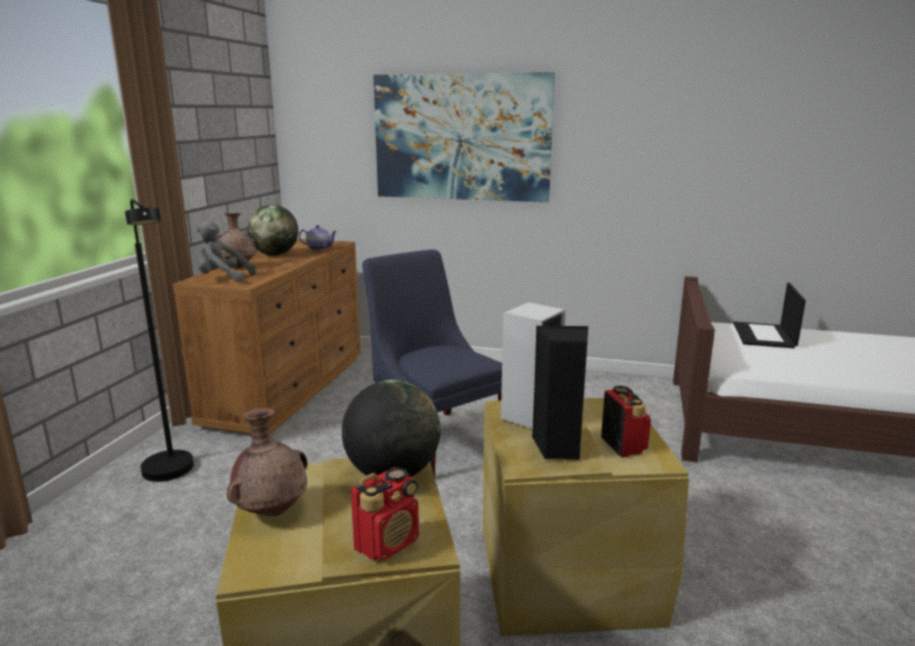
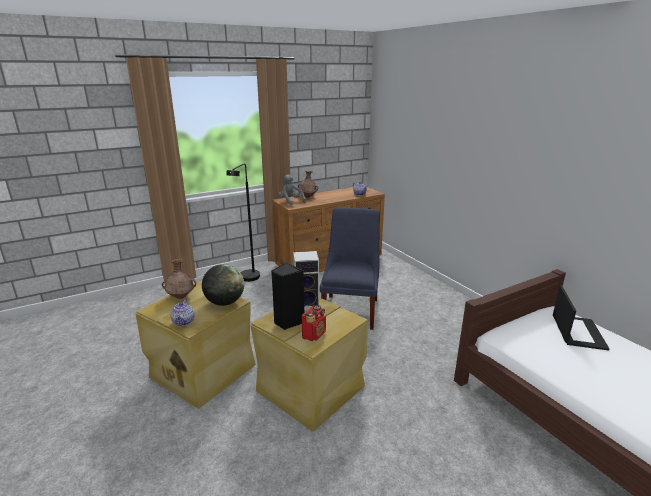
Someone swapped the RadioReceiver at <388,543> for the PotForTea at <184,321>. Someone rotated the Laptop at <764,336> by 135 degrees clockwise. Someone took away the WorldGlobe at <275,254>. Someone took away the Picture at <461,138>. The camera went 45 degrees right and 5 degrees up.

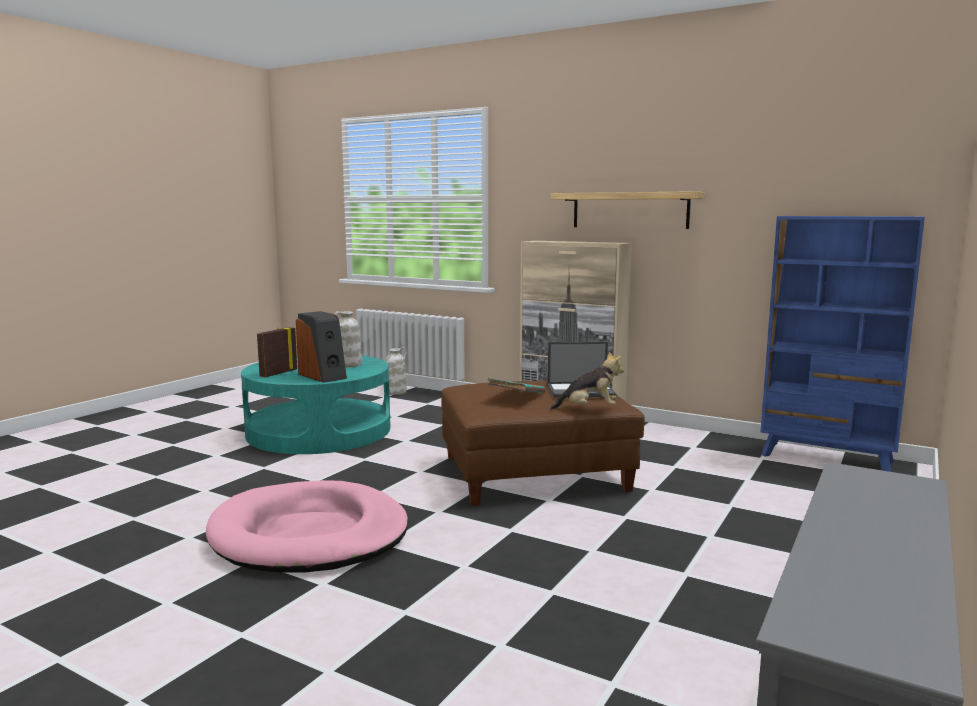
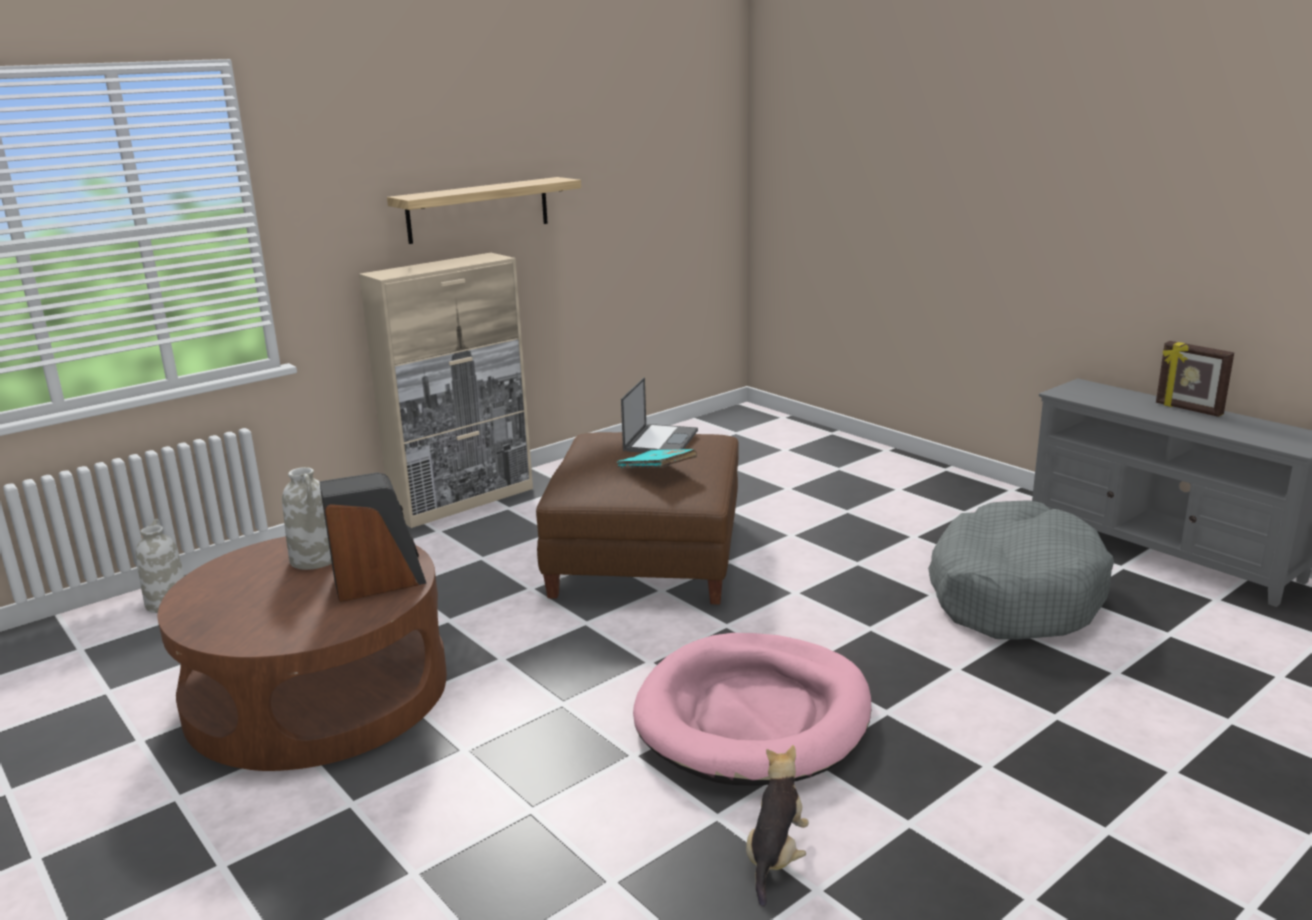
Someone repainted the TurquoiseLoungeTable at <319,431>, which became the BrownLoungeTable at <317,690>. Someone carried the SoftToy from <589,409> to <775,856>. Someone put down the GrayPetBed at <1013,594>. Someone carried the StandingFrame from <278,373> to <1188,409>. Someone took away the BlueColouredShelvingUnit at <827,459>. The camera went 70 degrees left and 10 degrees up.

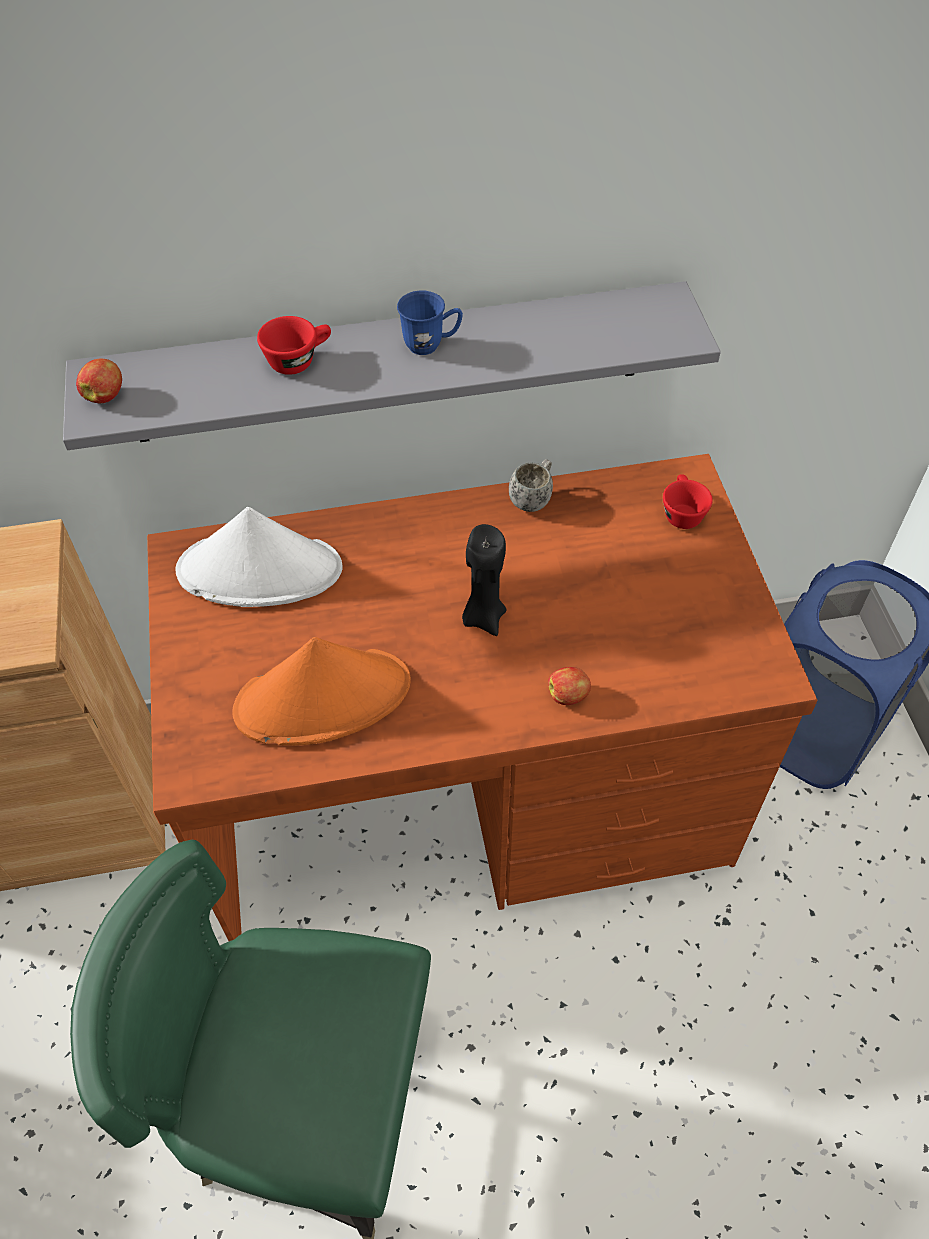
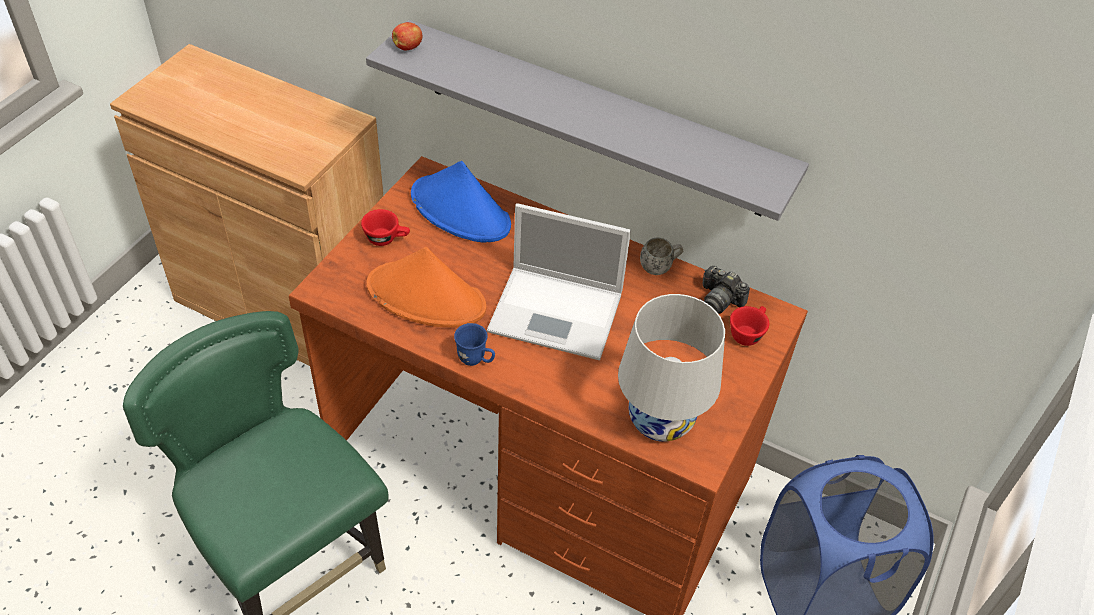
Someone carried the RedSmallCup from <299,360> to <387,238>. Someone repainted the WhiteHat at <261,570>, which became the BlueColouredHat at <461,210>. Someone carried the BlueColouredMug from <431,344> to <476,360>. Someone swapped the BlackColouredWaxCandle at <483,617> for the Laptop at <558,313>. Someone put down the WhiteTabletopLamp at <660,421>. Someone put down the StillCamera at <719,300>. Someone took away the AppleFruit at <568,695>. The camera went 35 degrees right and 5 degrees down.

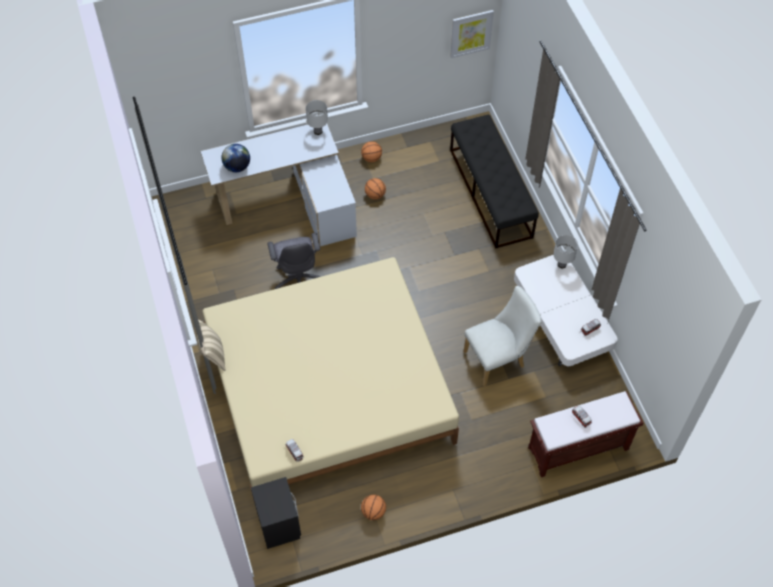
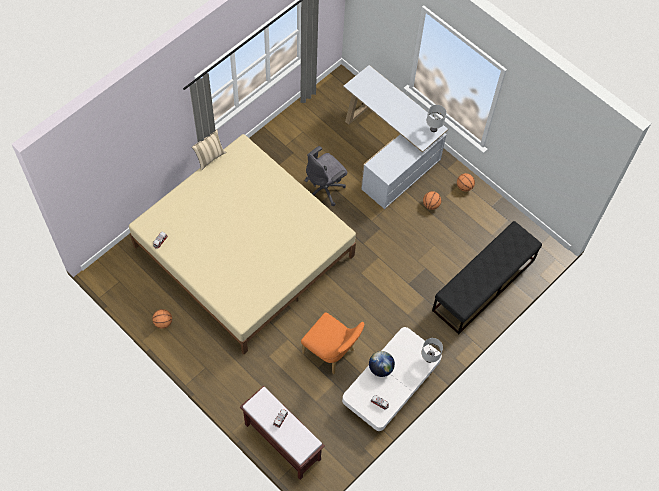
Someone repainted the WhitePlainChair at <498,358>, which became the OrangeyPlainChair at <331,353>. Someone carried the WorldGlobe from <237,167> to <380,368>. Someone took away the BlackColouredNightstand at <278,524>. Someone took away the Picture at <471,33>. The camera went 60 degrees right and 5 degrees up.

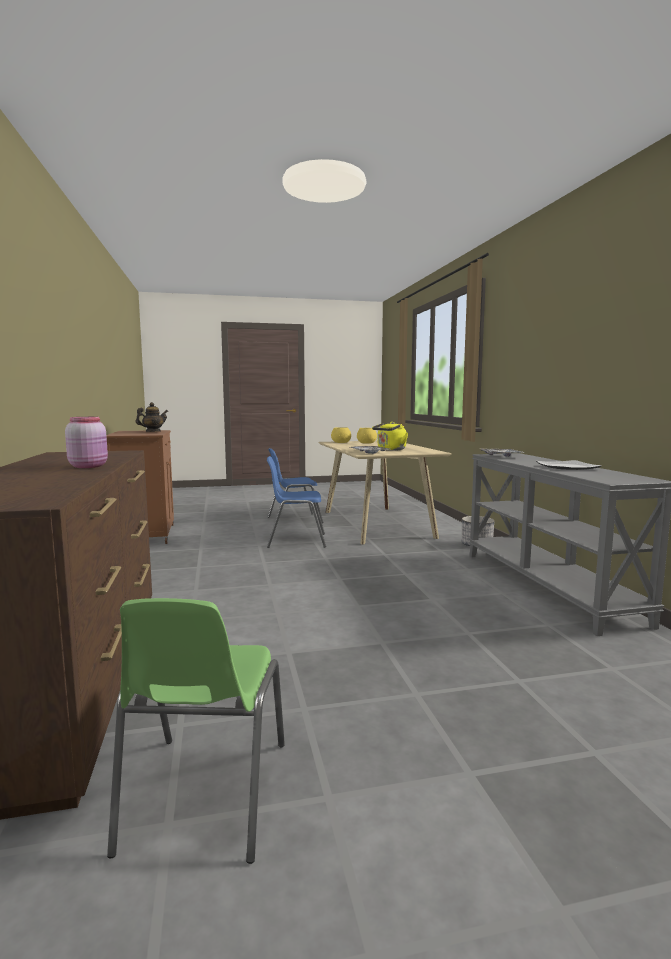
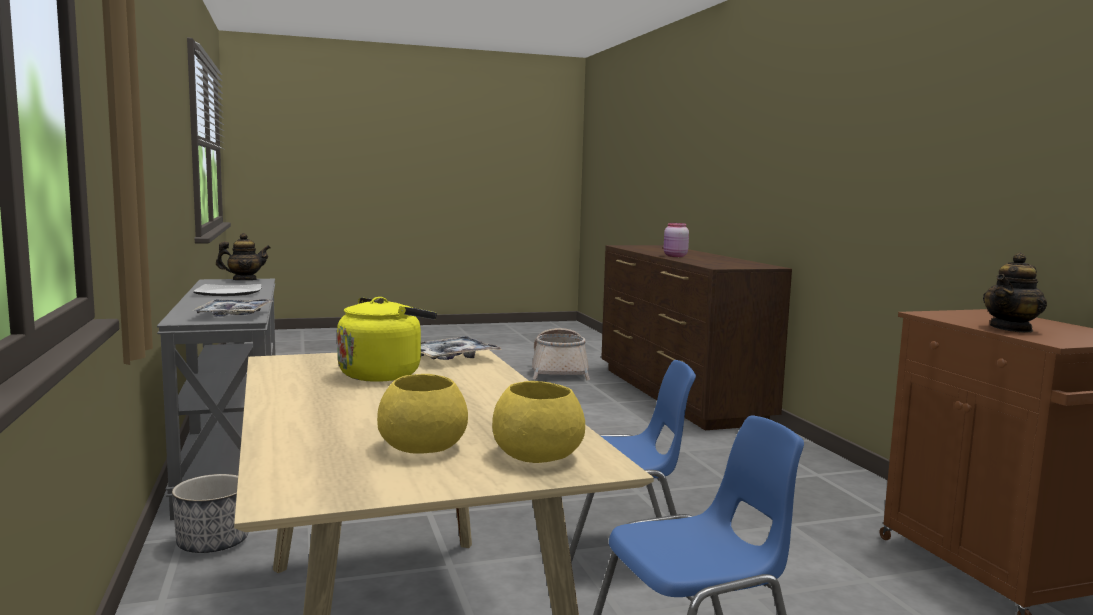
Someone put down the PotForTea at <244,280>. Someone swapped the GreenColouredPlainChair at <203,796> for the Basket at <559,371>. The camera went 175 degrees right and 0 degrees up.

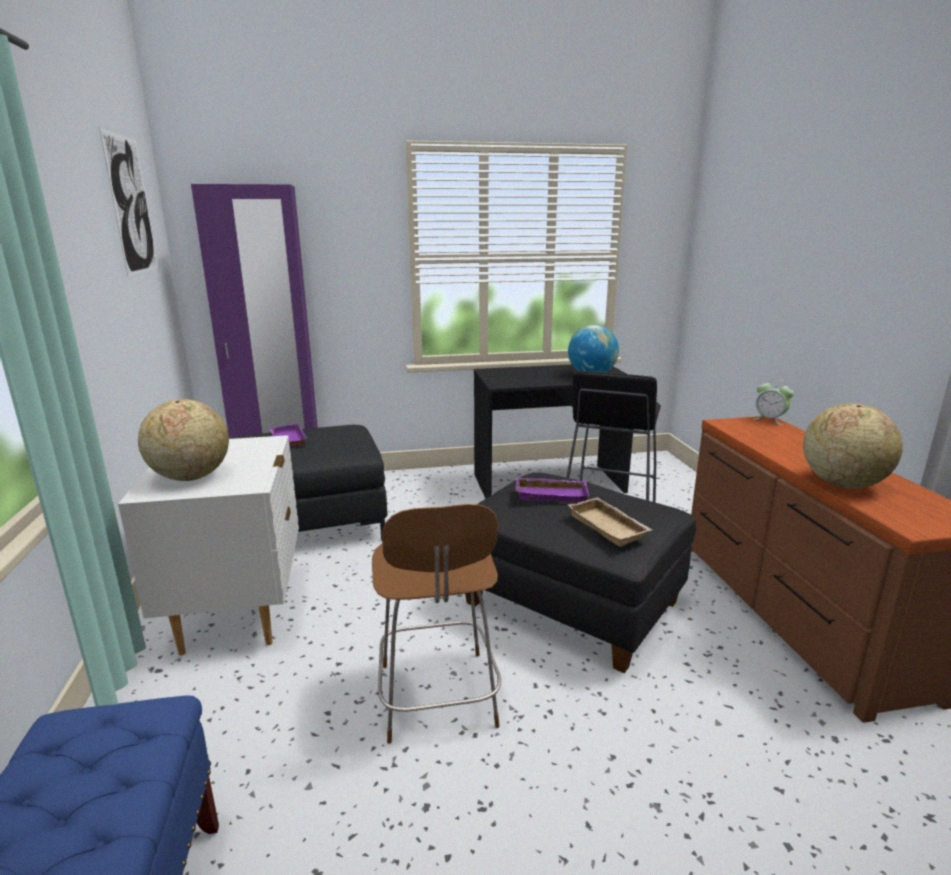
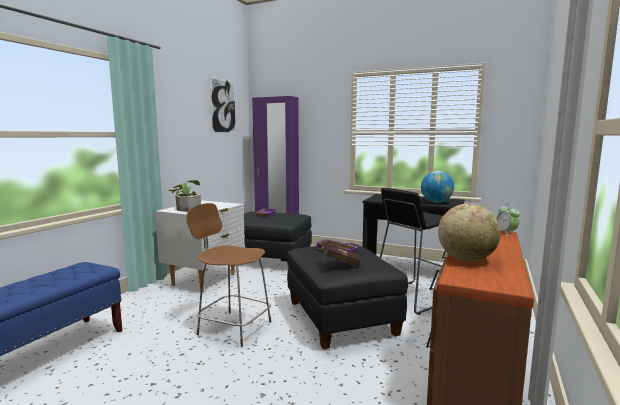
Someone swapped the WorldGlobe at <190,477> for the PottedPlant at <187,208>. Someone rotated the BrownPlainChair at <437,699> by 90 degrees clockwise. Someone swapped the BeigeTray at <610,526> for the RedBoundBook at <338,264>. The camera went 35 degrees right and 10 degrees down.

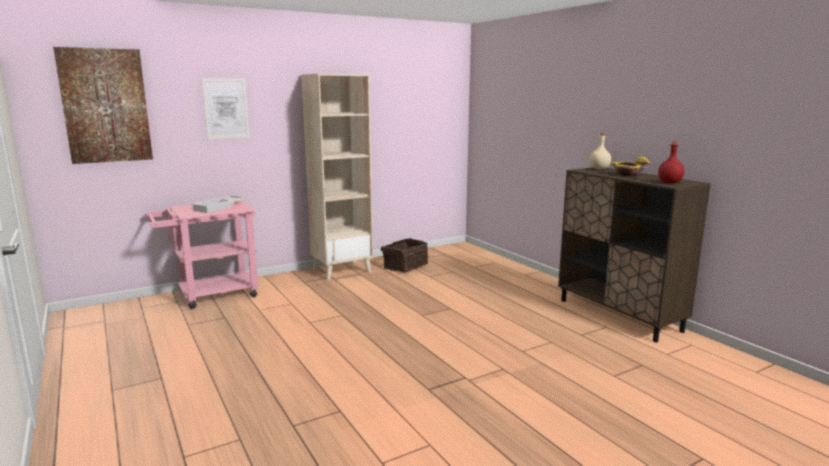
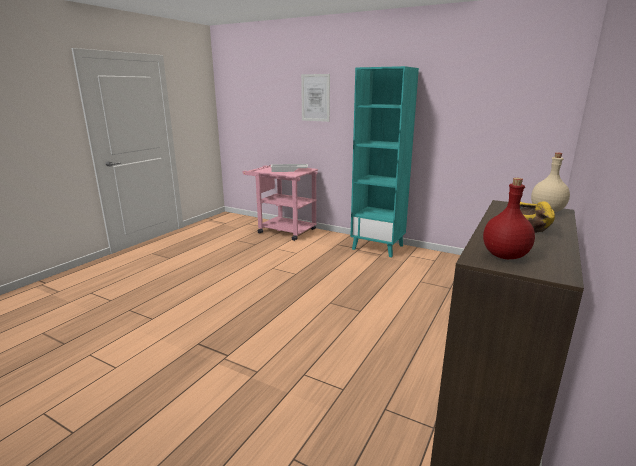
Someone repainted the BeigeShelvingUnit at <342,270>, which became the TurquoiseShelvingUnit at <378,247>. Someone took away the Picture at <105,106>. Someone took away the Basket at <404,266>. The camera went 60 degrees right and 5 degrees up.

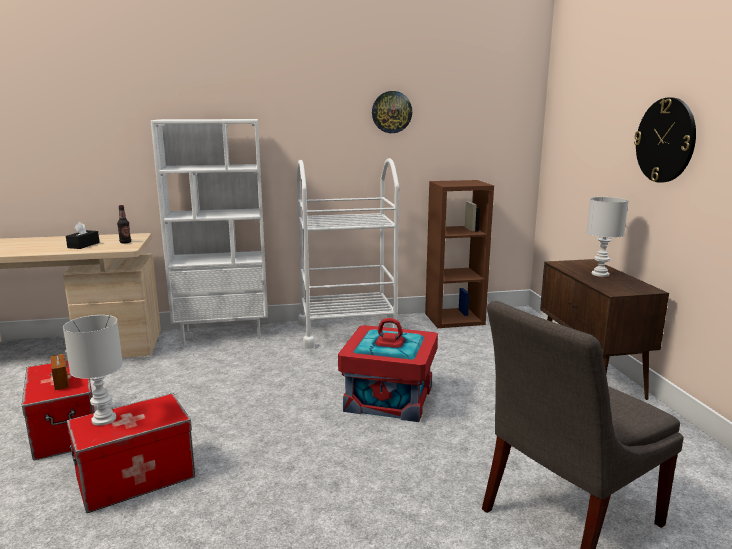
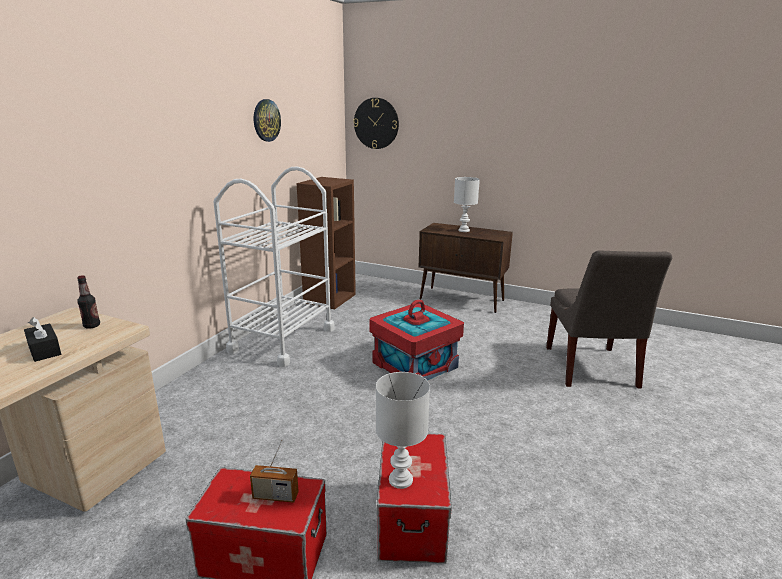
Someone carried the WallClock from <665,140> to <376,123>. Someone took away the WhiteShelvingUnit at <223,334>. The camera went 55 degrees left and 5 degrees up.

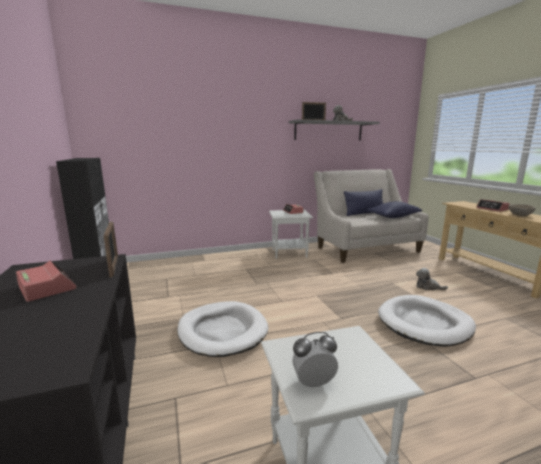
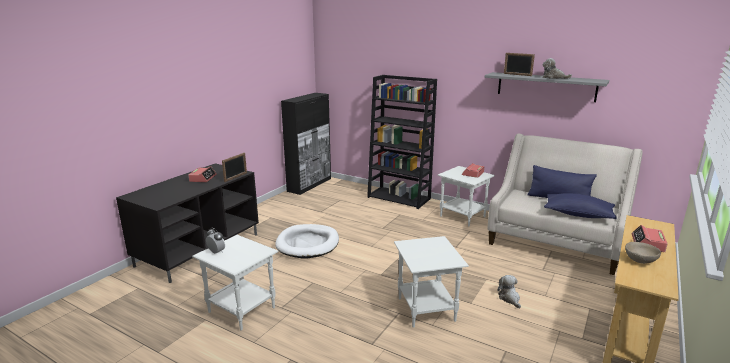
Someone put down the BlackColouredShelvingUnit at <399,198>. Someone swapped the WhitePetBed at <424,323> for the WhiteSideTable at <426,310>. The camera went 50 degrees right and 5 degrees up.

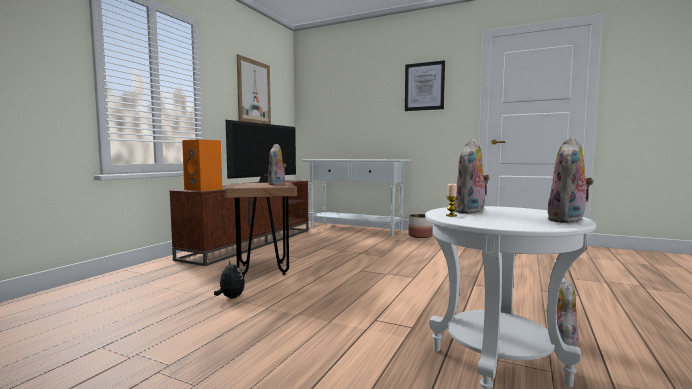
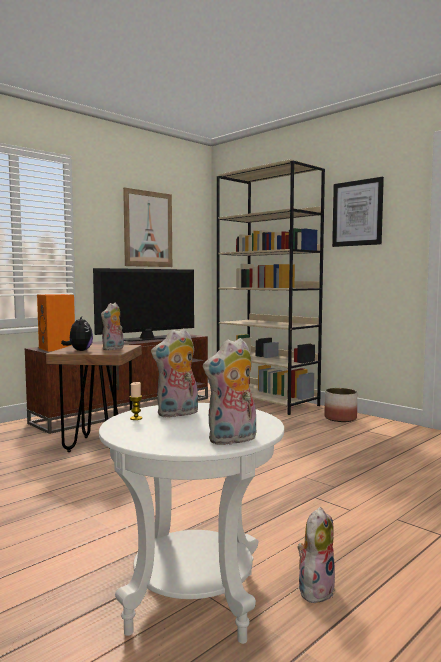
Someone carried the SoftToy from <230,297> to <79,351>. Someone swapped the WhiteConsoleTable at <356,229> for the BeigeShelvingUnit at <267,401>. The camera went 20 degrees right and 0 degrees up.

